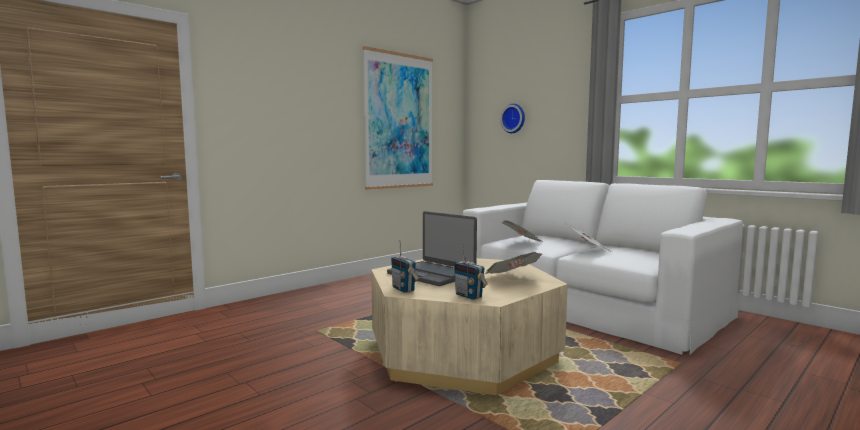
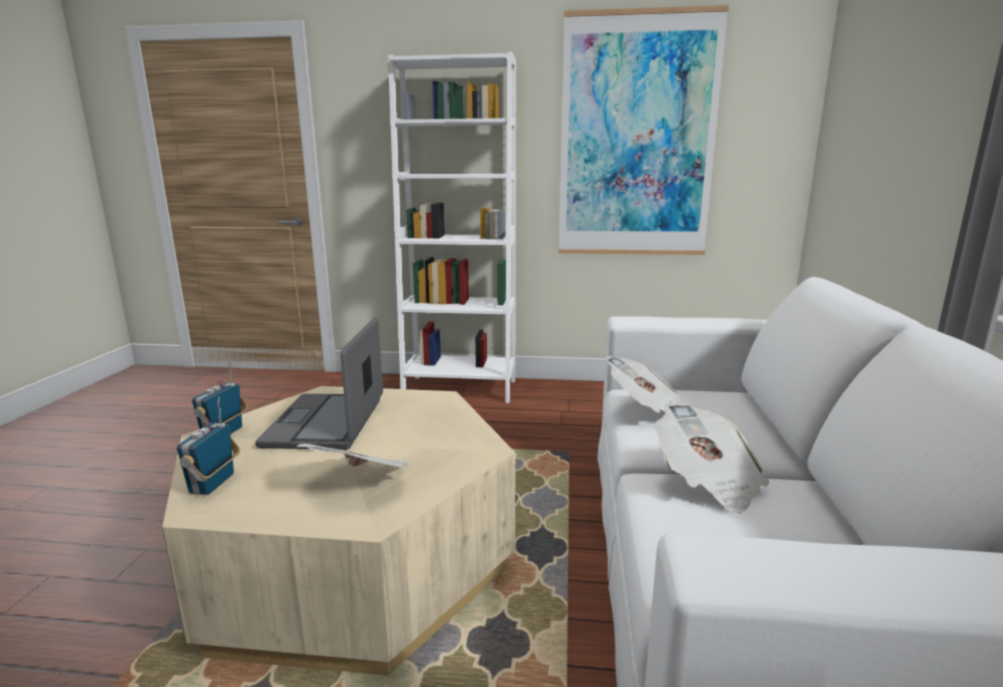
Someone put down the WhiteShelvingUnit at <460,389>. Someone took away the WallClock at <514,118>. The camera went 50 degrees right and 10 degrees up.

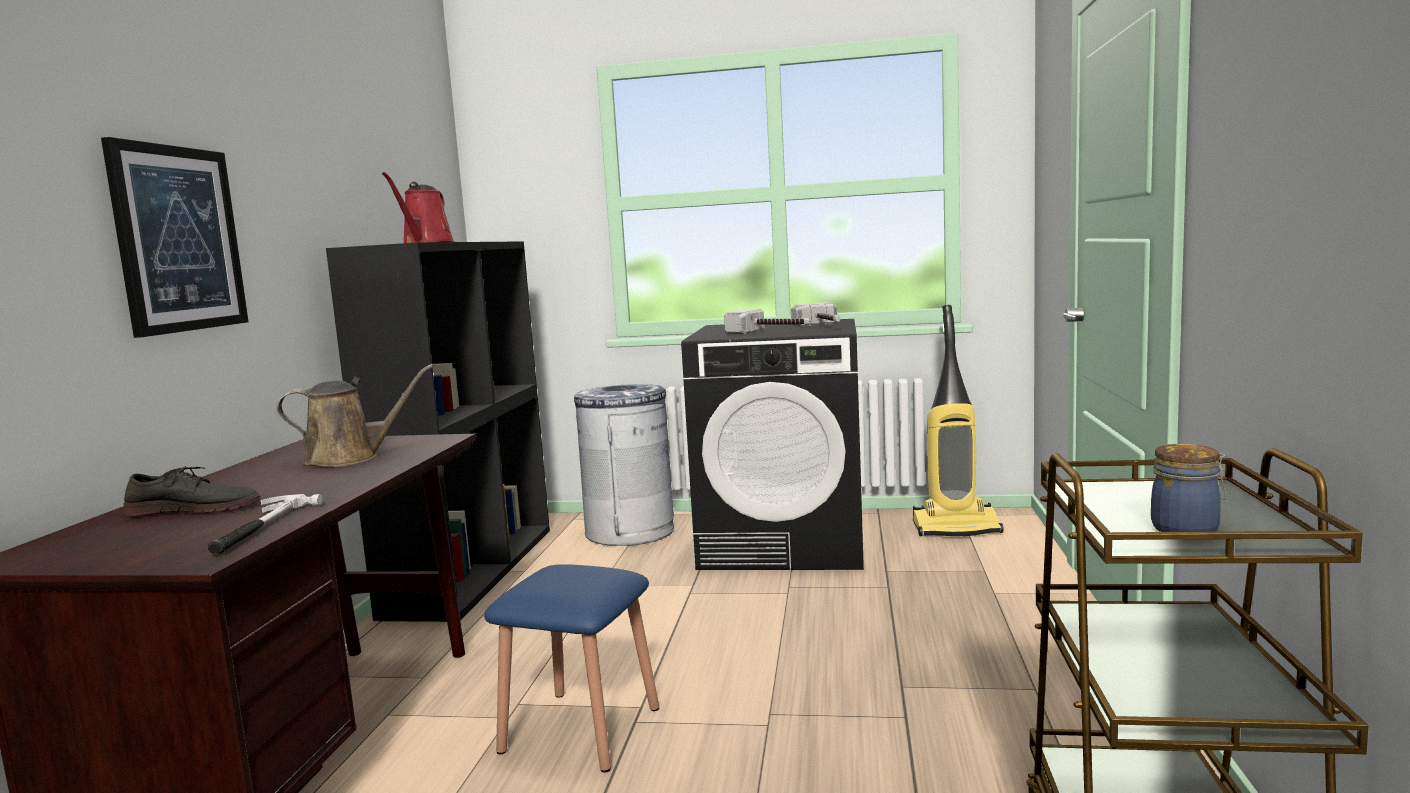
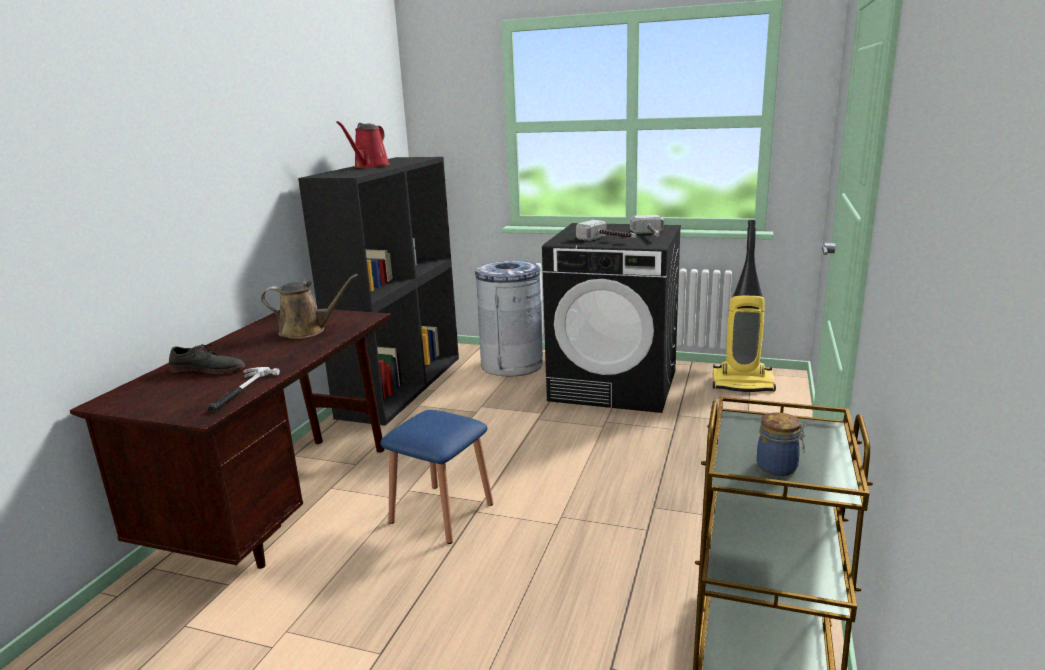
Someone took away the Picture at <178,239>. The camera went 10 degrees right and 10 degrees up.

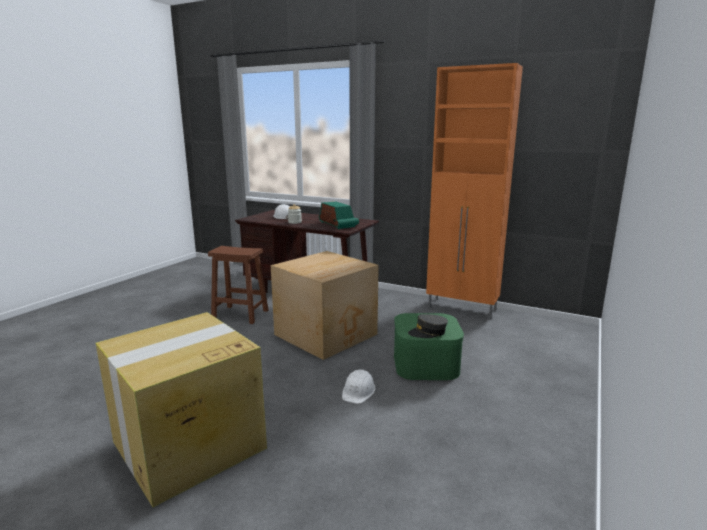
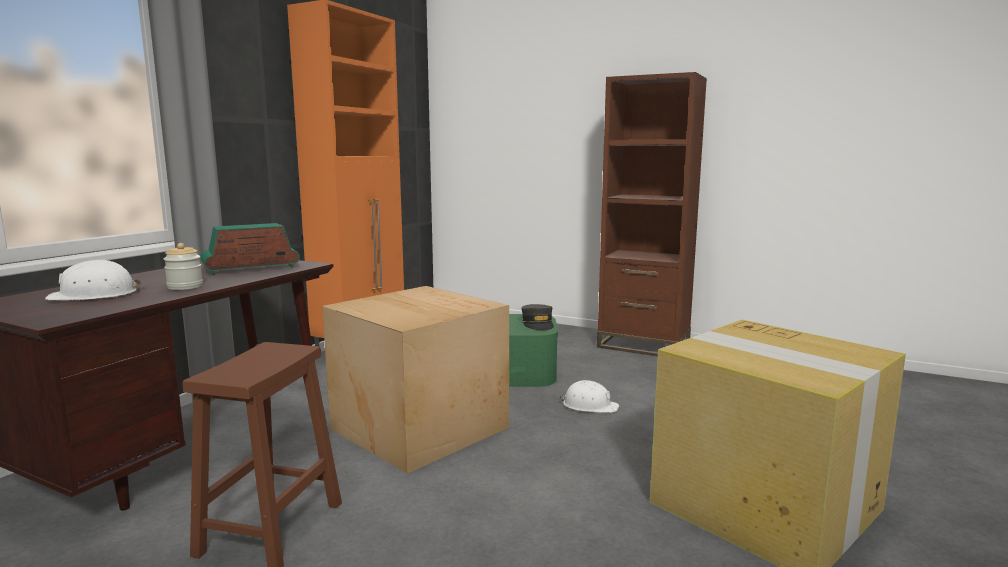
Someone put down the BrownShelvingUnit at <643,345>. The camera went 90 degrees left and 5 degrees down.

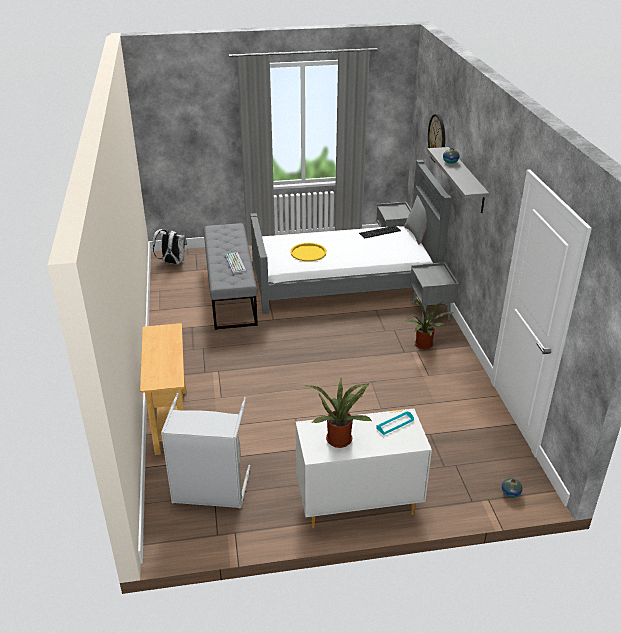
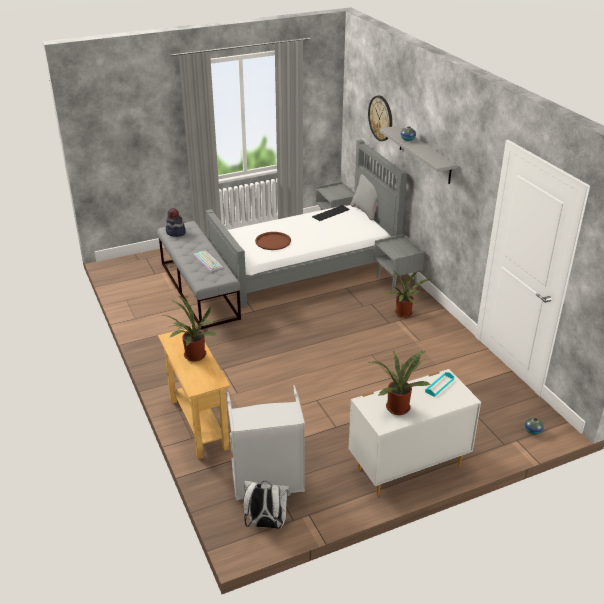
Someone put down the PottedPlant at <193,357>. Someone put down the Hat at <175,232>. Someone carried the WhiteBackpack from <172,262> to <266,524>. Someone repainted the YellowishTray at <308,253>, which became the BrownTray at <273,241>. The camera went 15 degrees left and 0 degrees up.

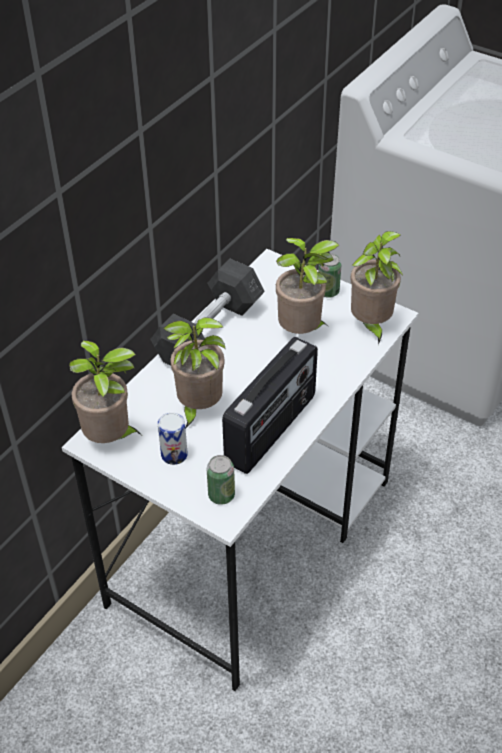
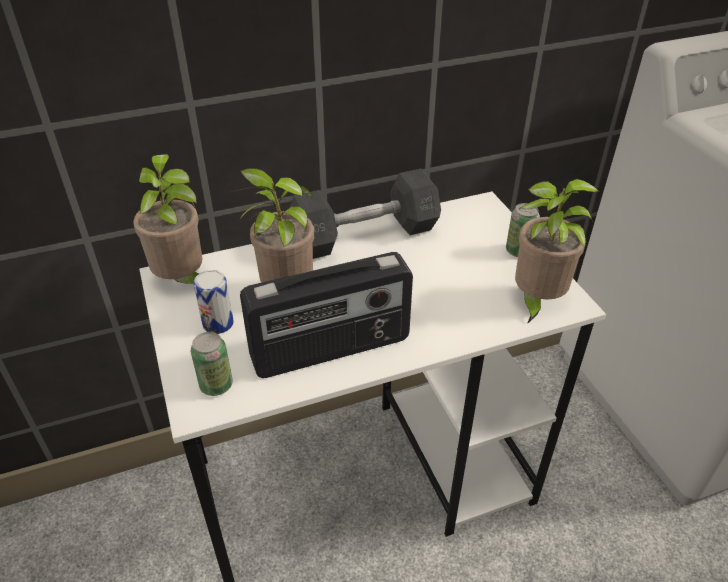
Someone took away the PottedPlant at <302,332>. The camera went 35 degrees right and 5 degrees down.

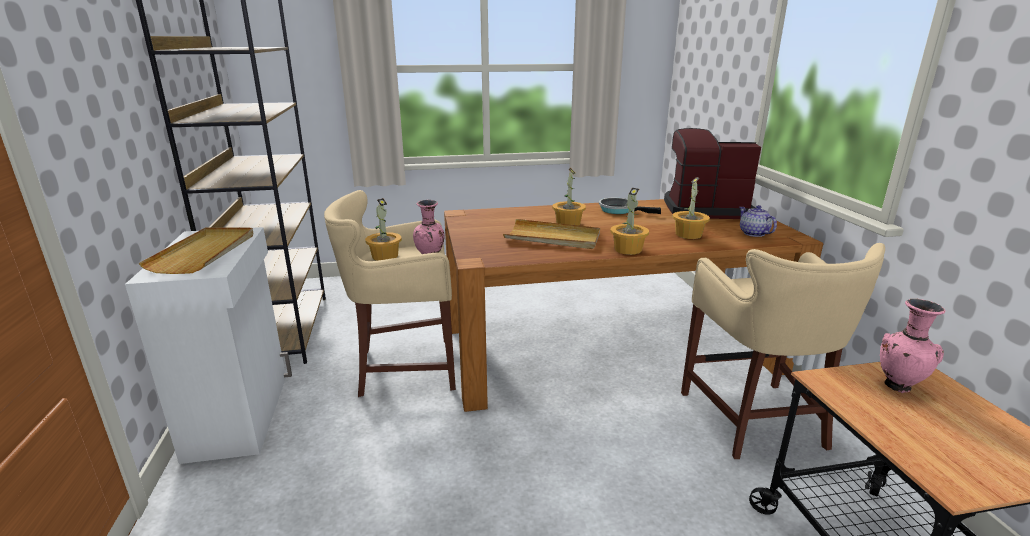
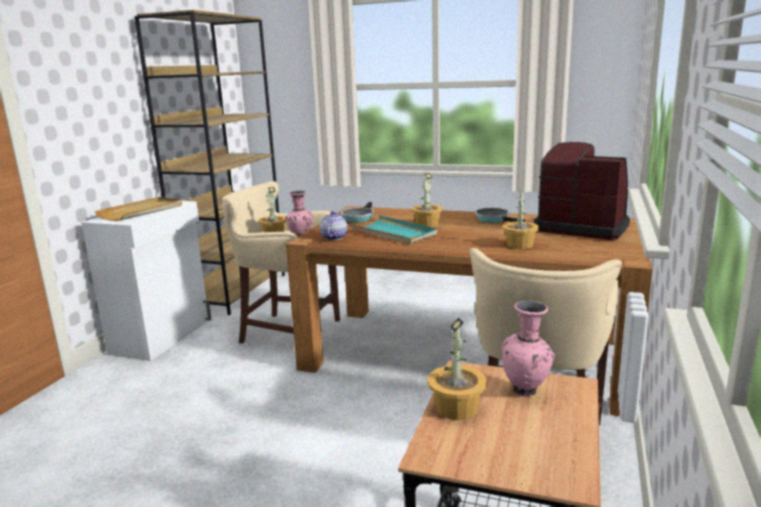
Someone carried the PotForTea from <753,233> to <333,237>. Someone put down the FryingPan at <358,218>. Someone repainted the BeigeTray at <553,238>, which became the TurquoiseTray at <393,233>. Someone carried the PottedPlant from <628,249> to <457,408>. The camera went 30 degrees right and 5 degrees down.

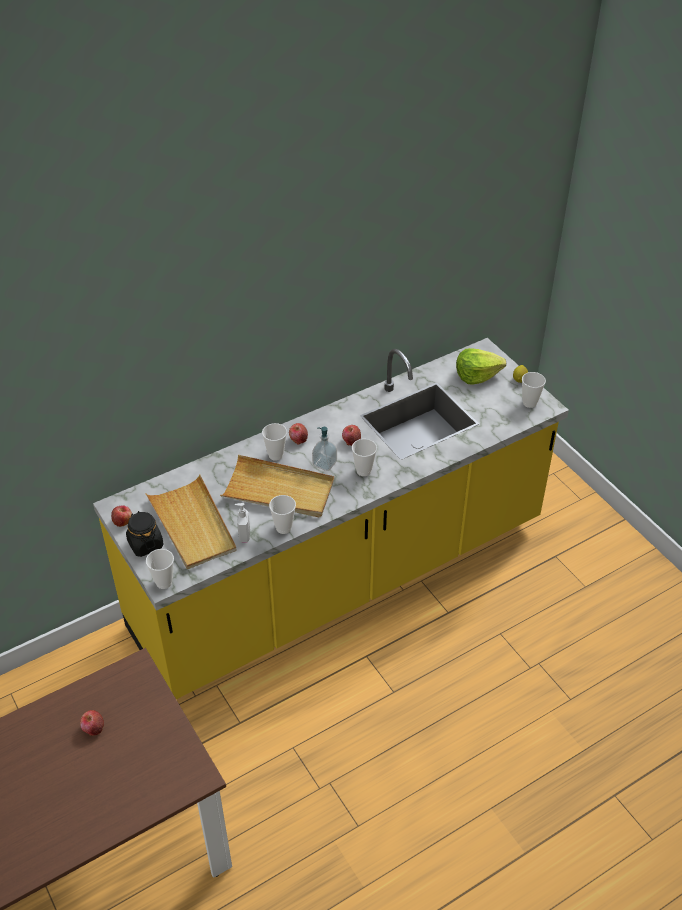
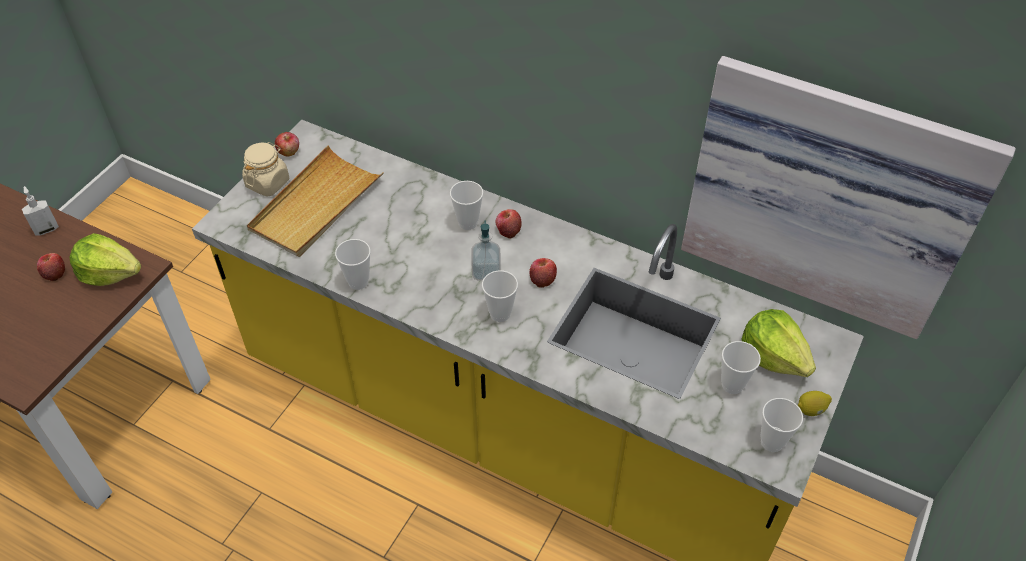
Someone carried the SoapDispenser from <244,535> to <46,229>. Someone put down the Lettuce at <109,273>. Someone repainted the BlackColouredPreserveJar at <145,544>, which became the BeigePreserveJar at <268,183>. Someone put up the Picture at <830,195>. Someone carried the SmallCup from <164,582> to <732,385>. Someone took away the BeigeTray at <279,490>. The camera went 60 degrees right and 5 degrees up.

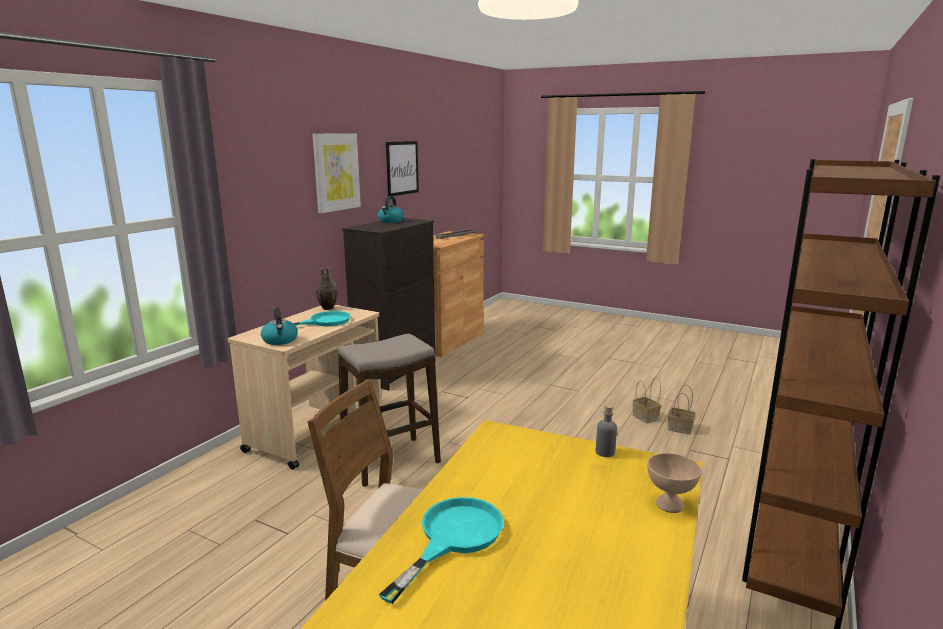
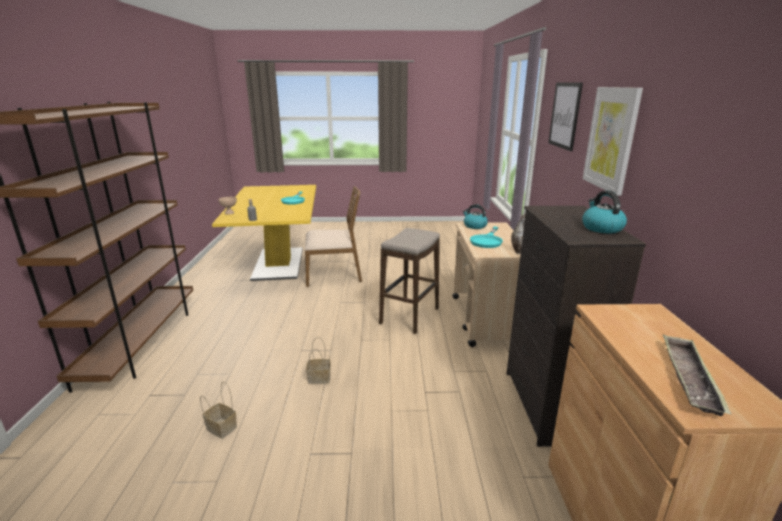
Someone carried the Basket from <681,428> to <318,378>. Someone carried the Picture from <402,168> to <565,115>. The camera went 150 degrees right and 5 degrees up.

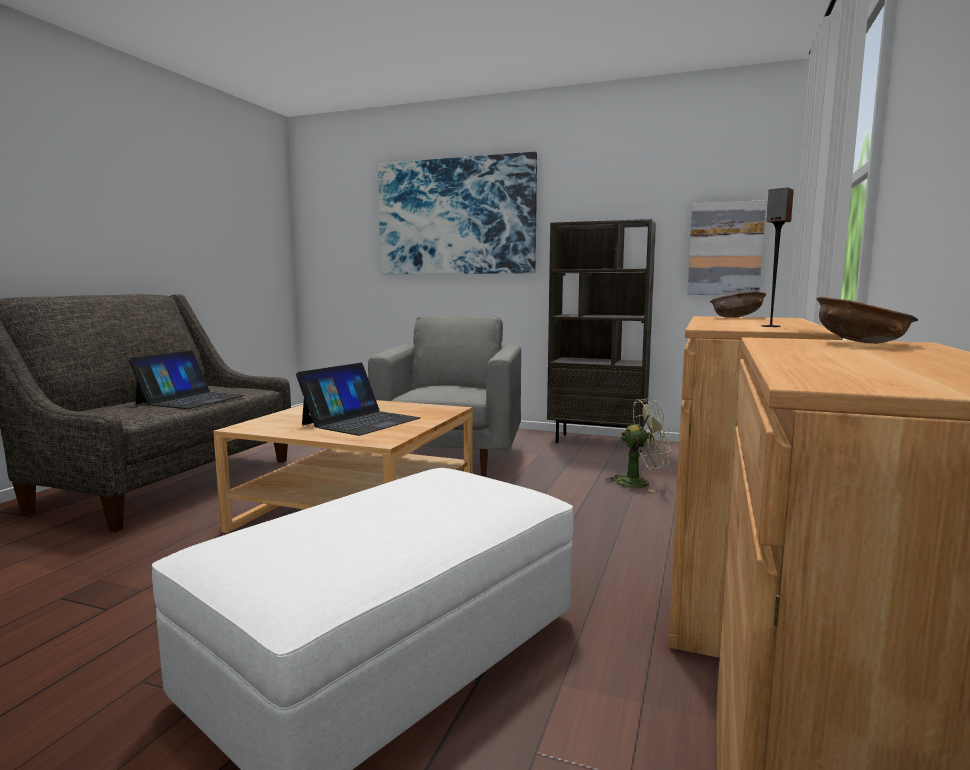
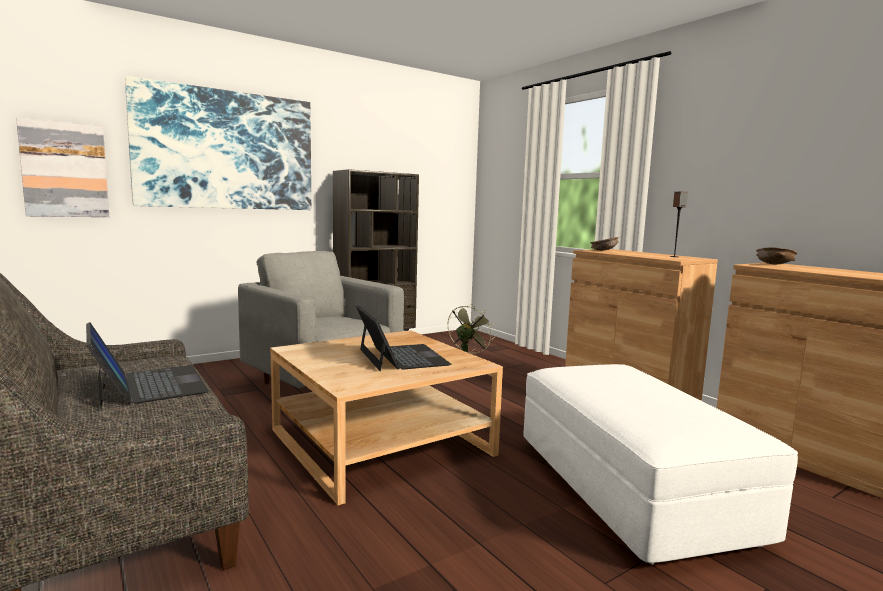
Someone carried the Picture from <725,249> to <65,170>. The camera went 55 degrees left and 0 degrees up.

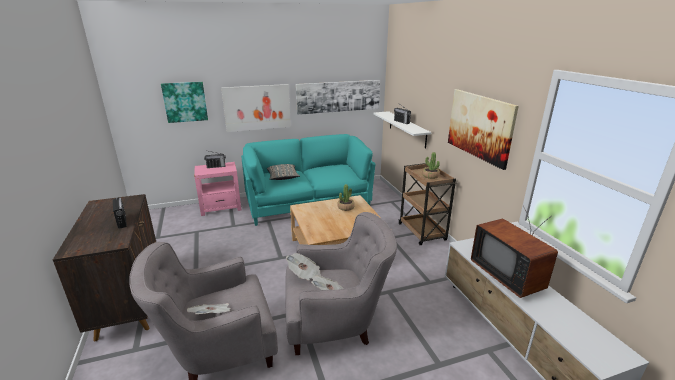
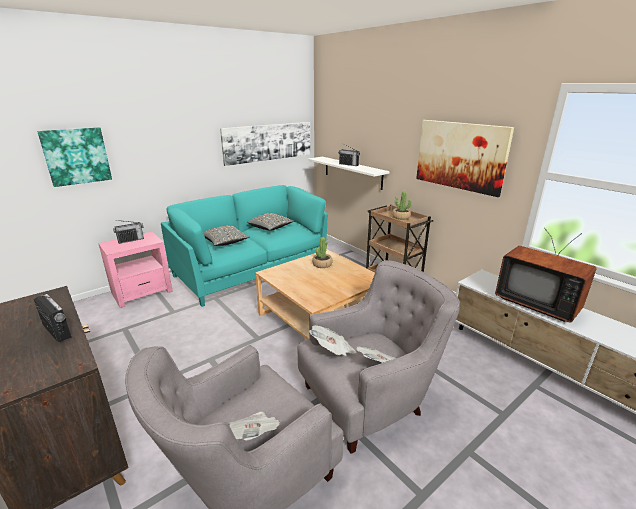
Someone put down the GrayCushion at <271,228>. Someone took away the Picture at <257,107>. The camera went 20 degrees left and 0 degrees up.

